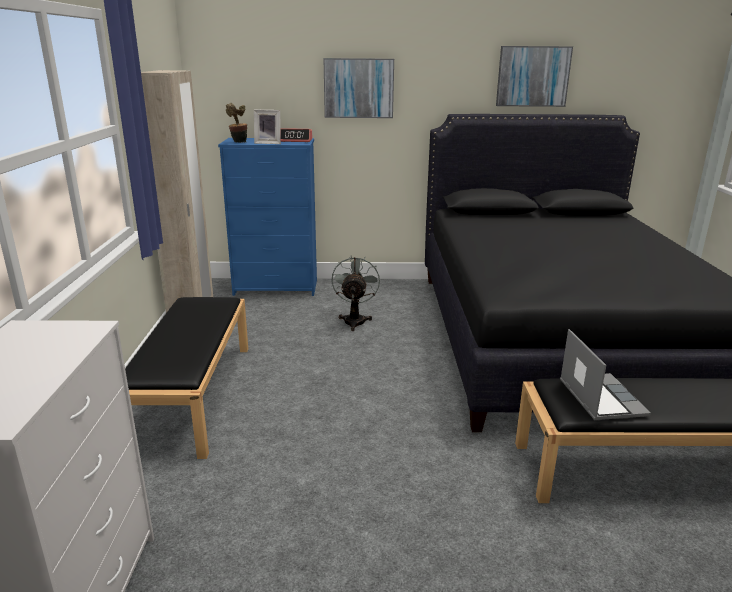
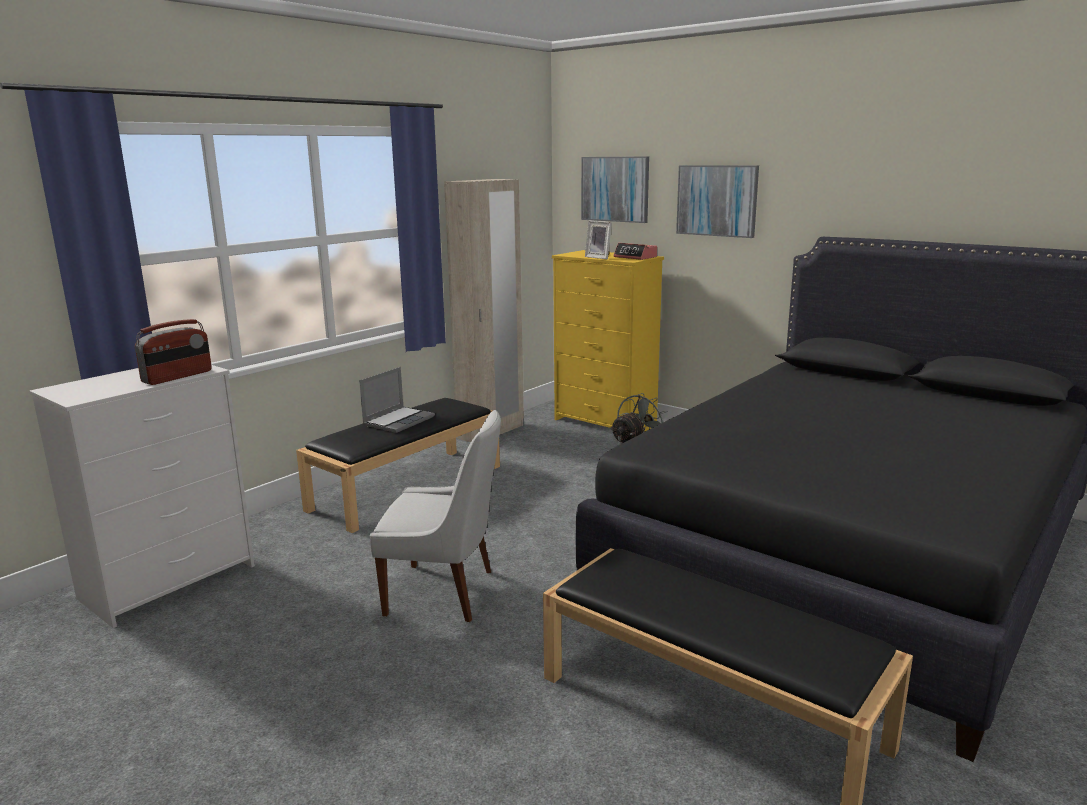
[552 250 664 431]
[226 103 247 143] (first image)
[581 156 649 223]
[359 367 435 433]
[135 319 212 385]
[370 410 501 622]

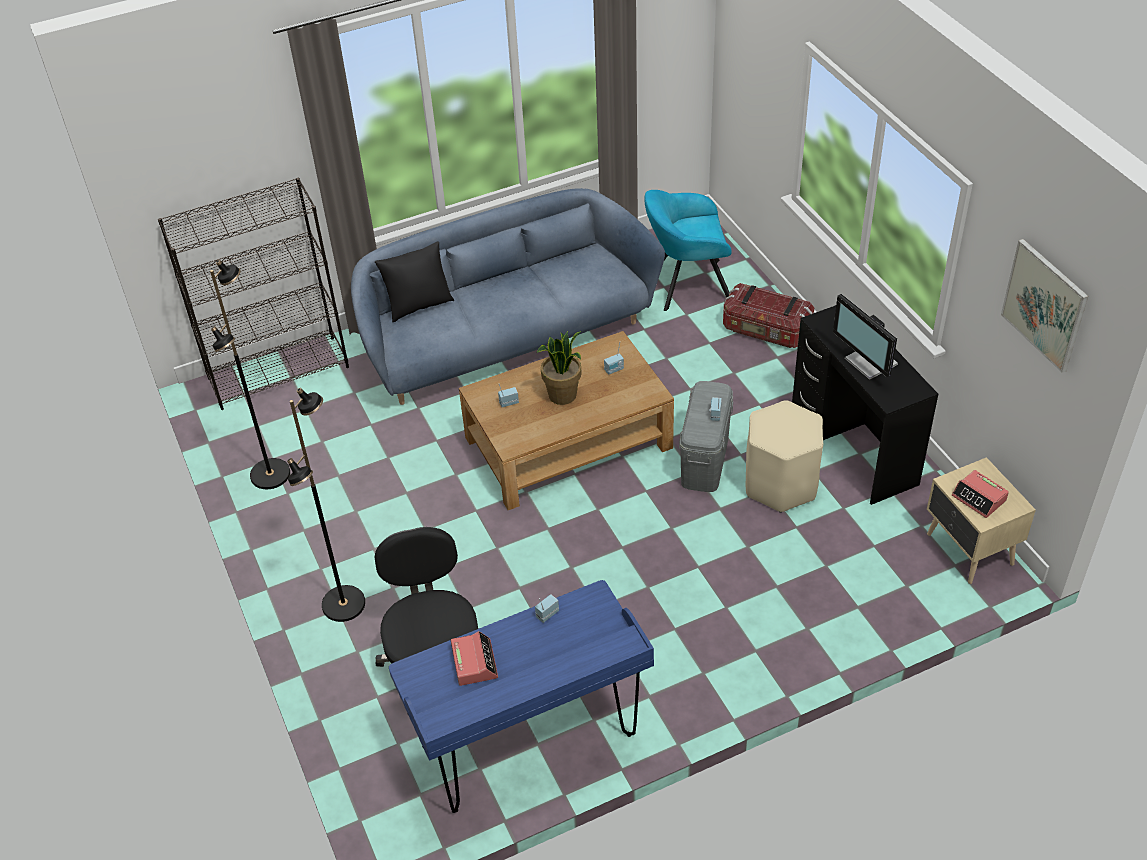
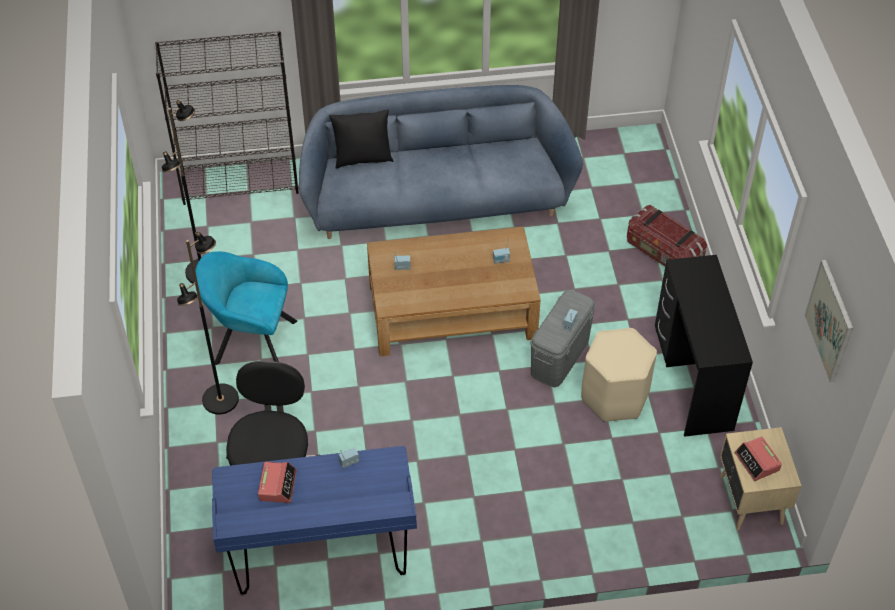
[536 331 582 405] (first image)
[195 251 297 365]
[833 294 898 380] (first image)

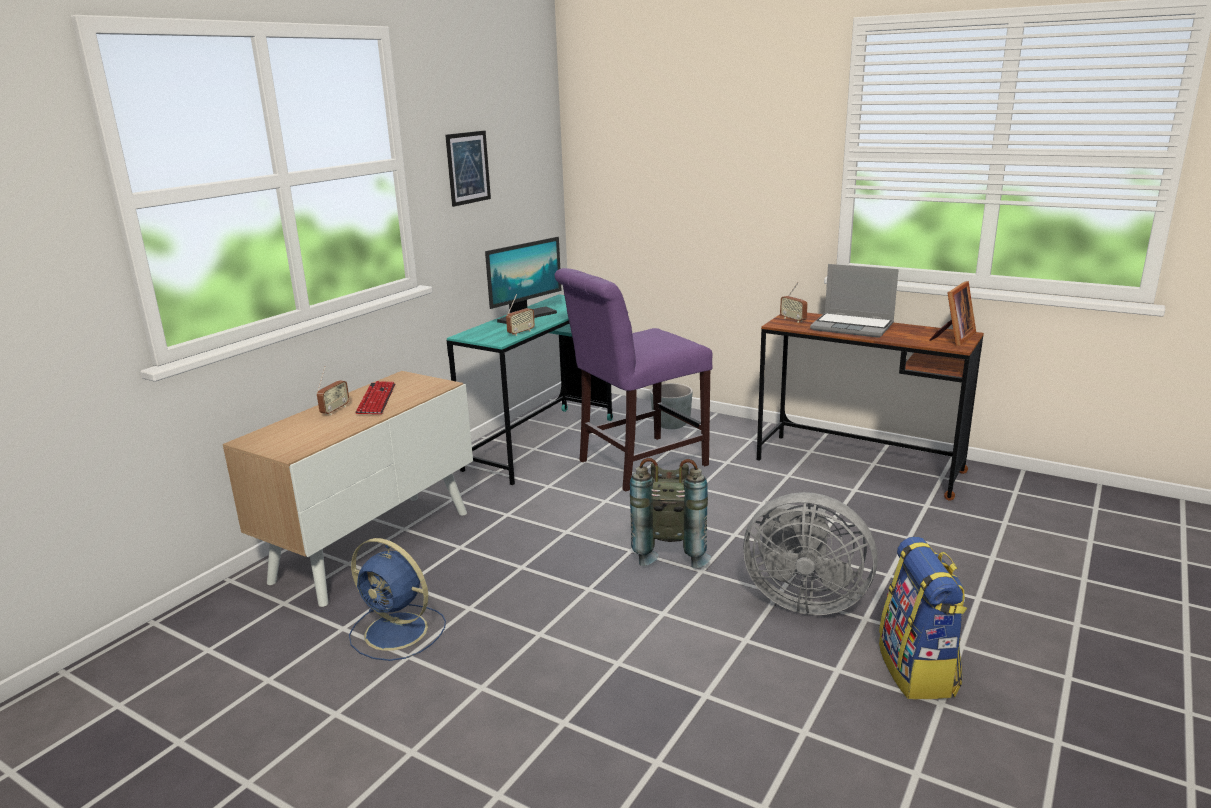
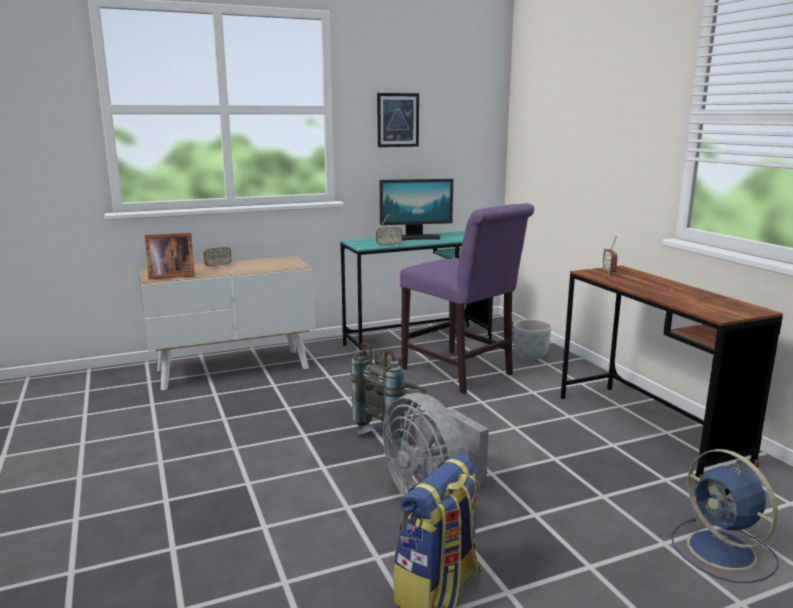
[671 449 779 583]
[355 381 395 414] (first image)
[400 203 534 394]
[810 264 899 338] (first image)
[145 233 195 279]

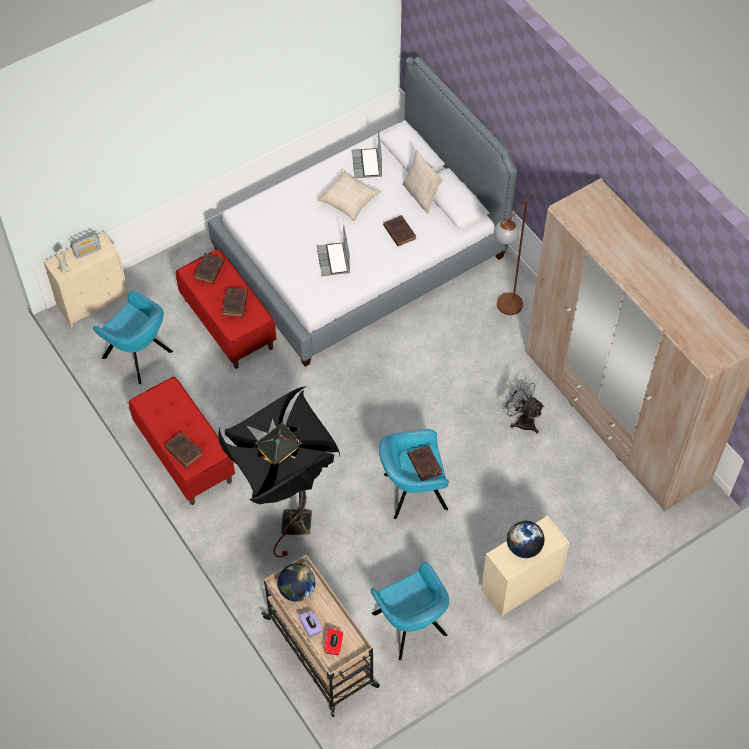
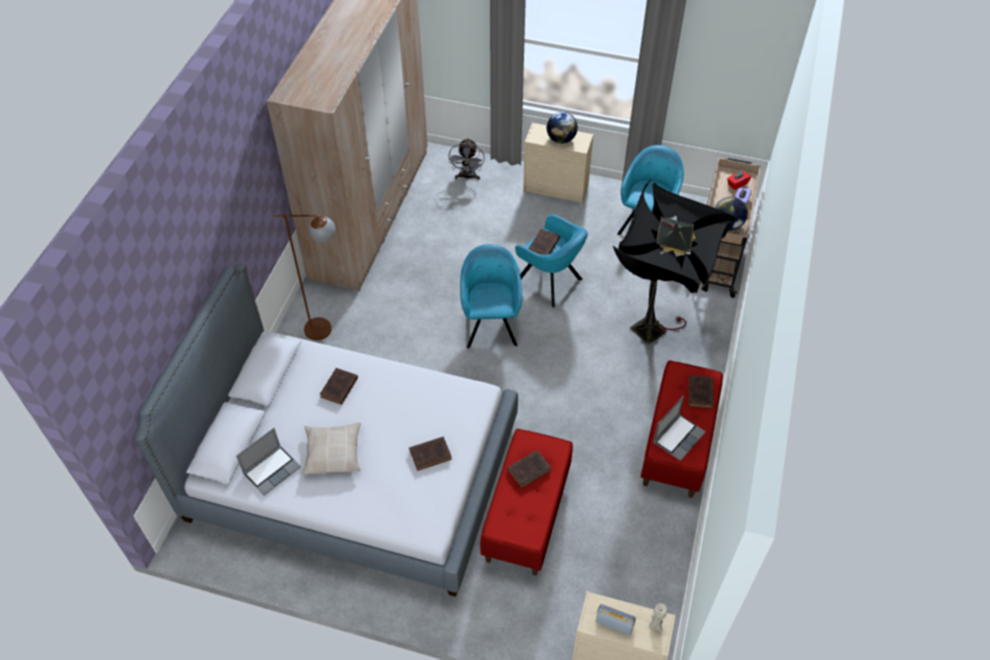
[460 244 523 348]
[409 437 452 471]
[653 396 706 461]
[402 150 443 214] (first image)
[448 138 485 180]

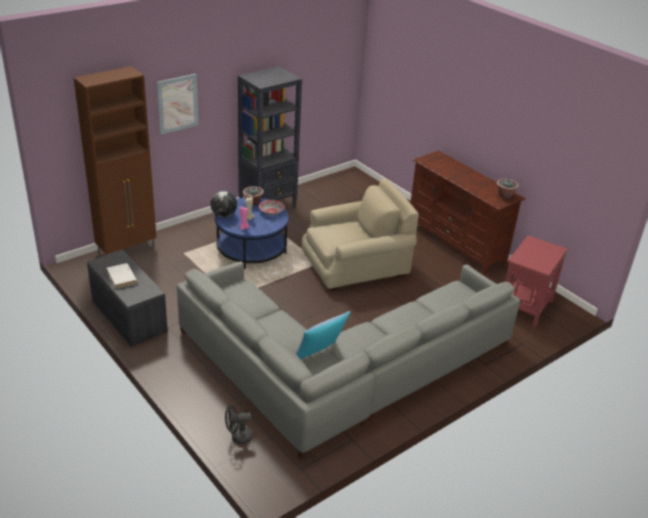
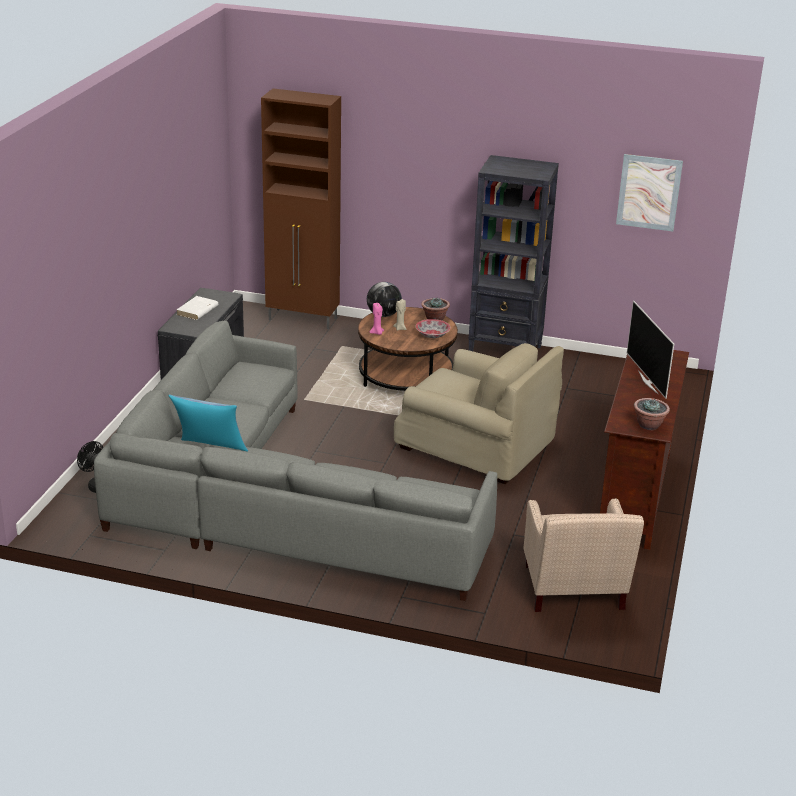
[616 154 683 231]
[358 307 458 391]
[524 498 644 612]
[627 301 674 399]

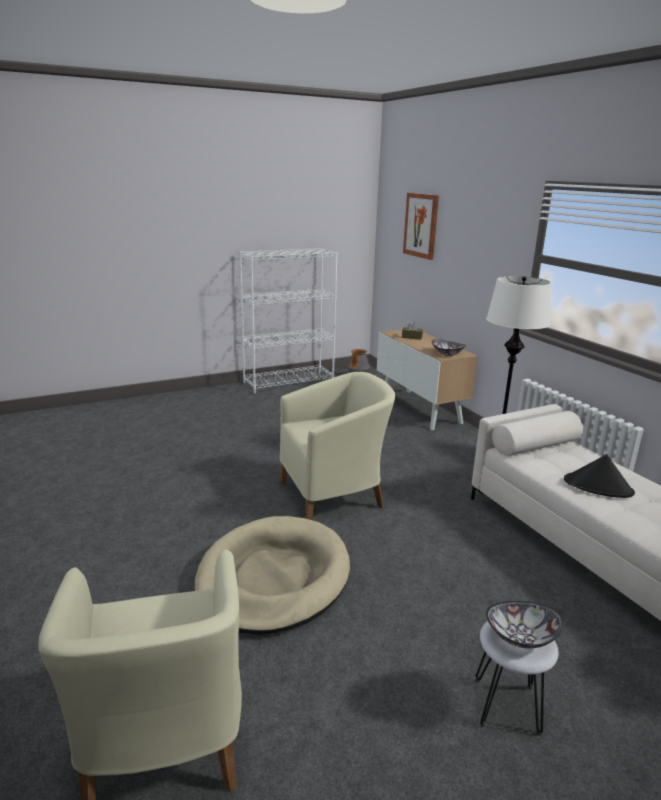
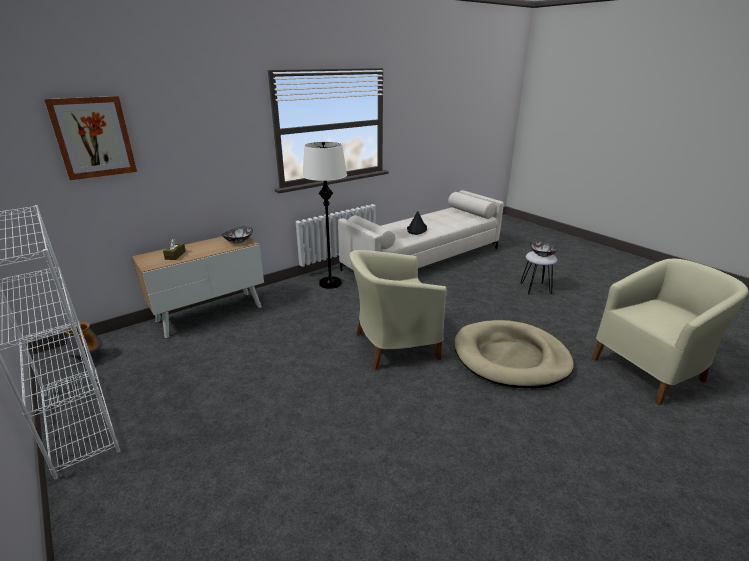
[349 250 447 370]

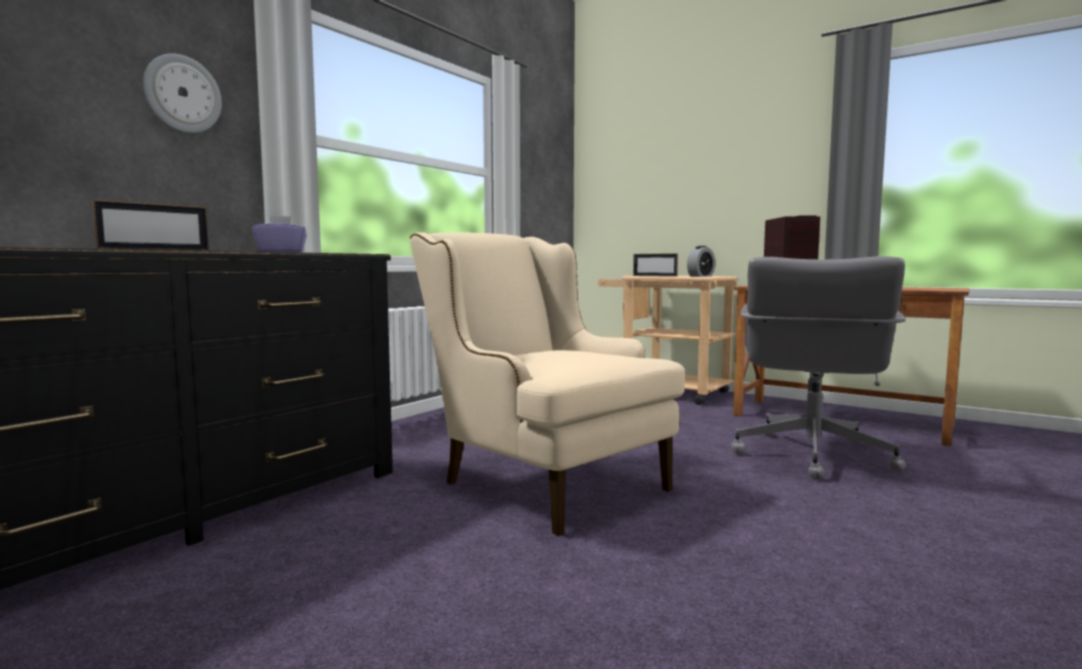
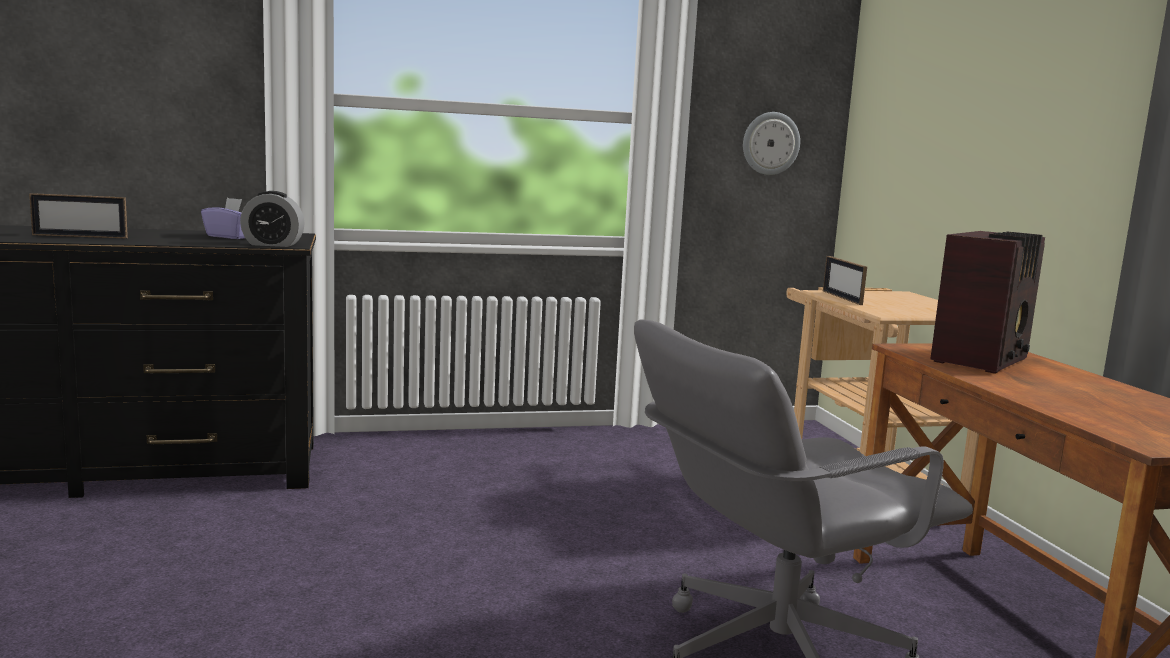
[743 112 800 175]
[410 232 685 536] (first image)
[240 191 305 247]

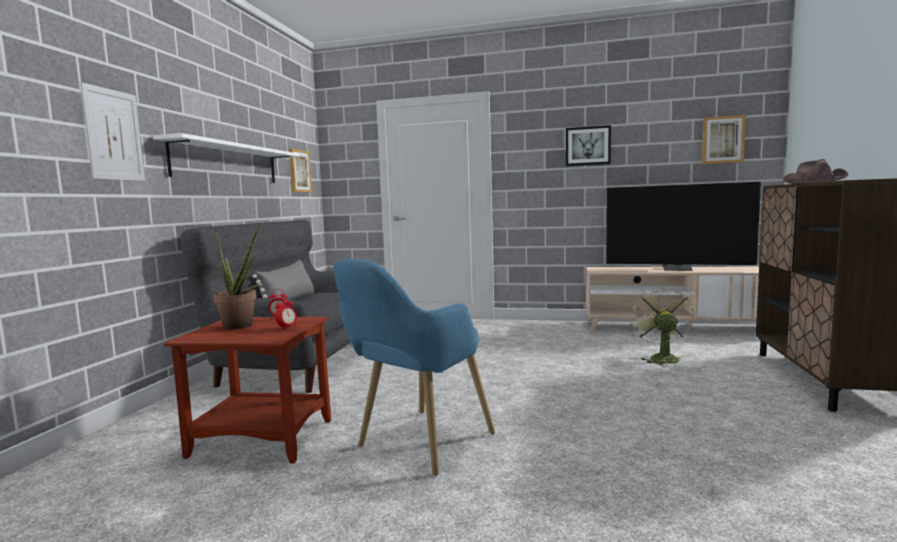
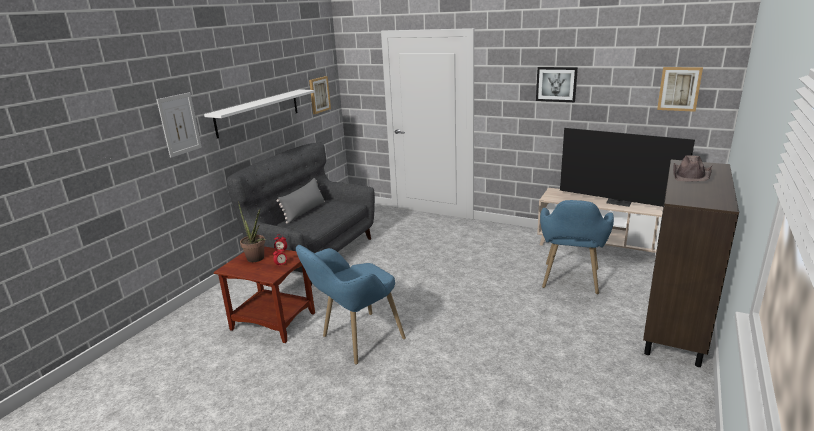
[540 200 614 294]

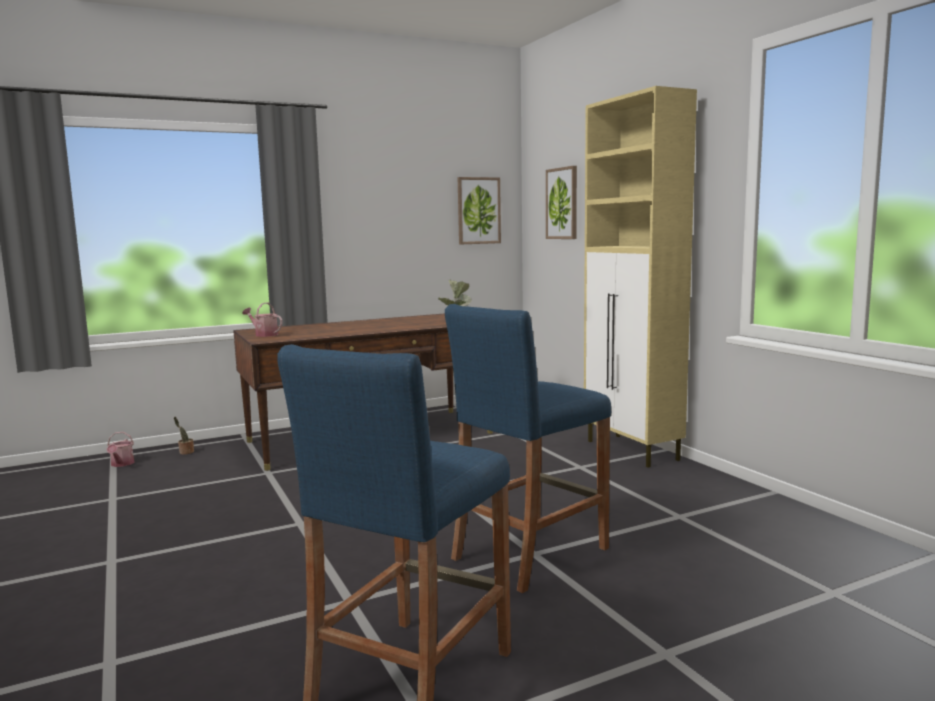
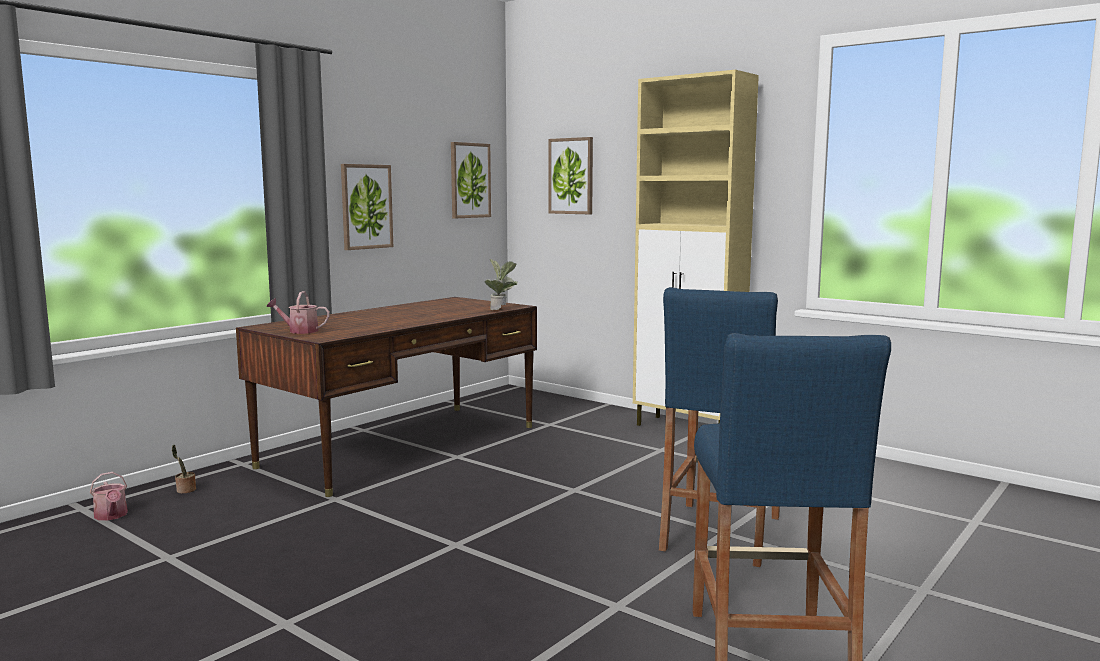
[341 164 393 250]

